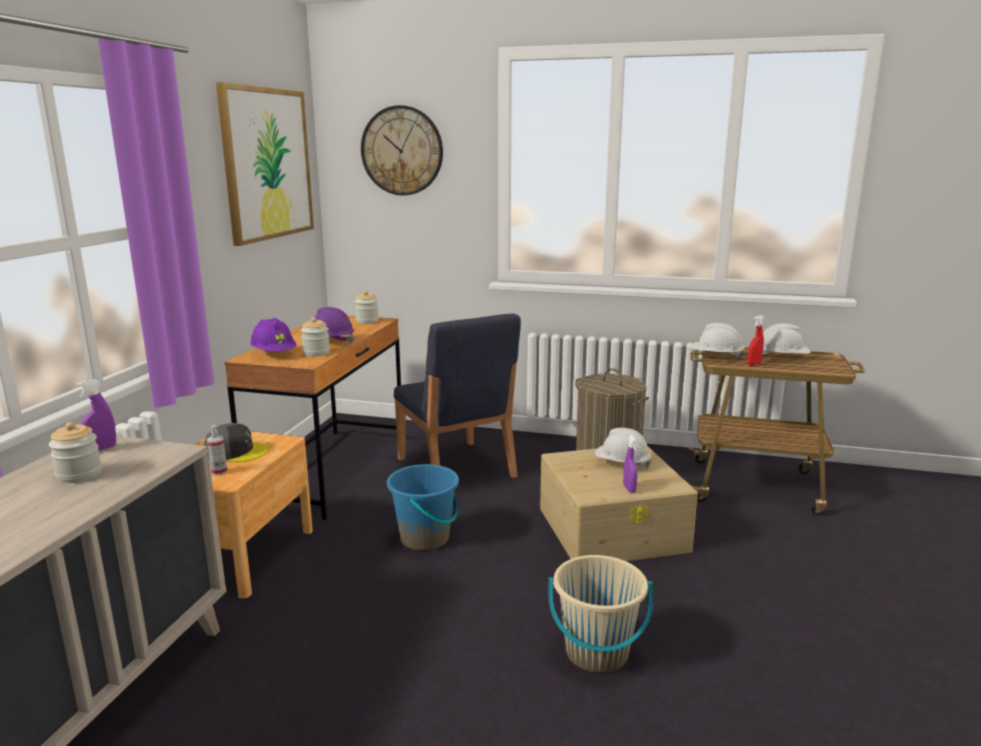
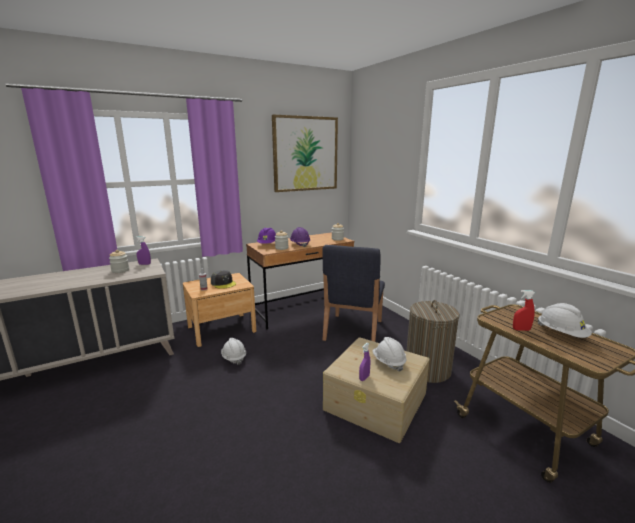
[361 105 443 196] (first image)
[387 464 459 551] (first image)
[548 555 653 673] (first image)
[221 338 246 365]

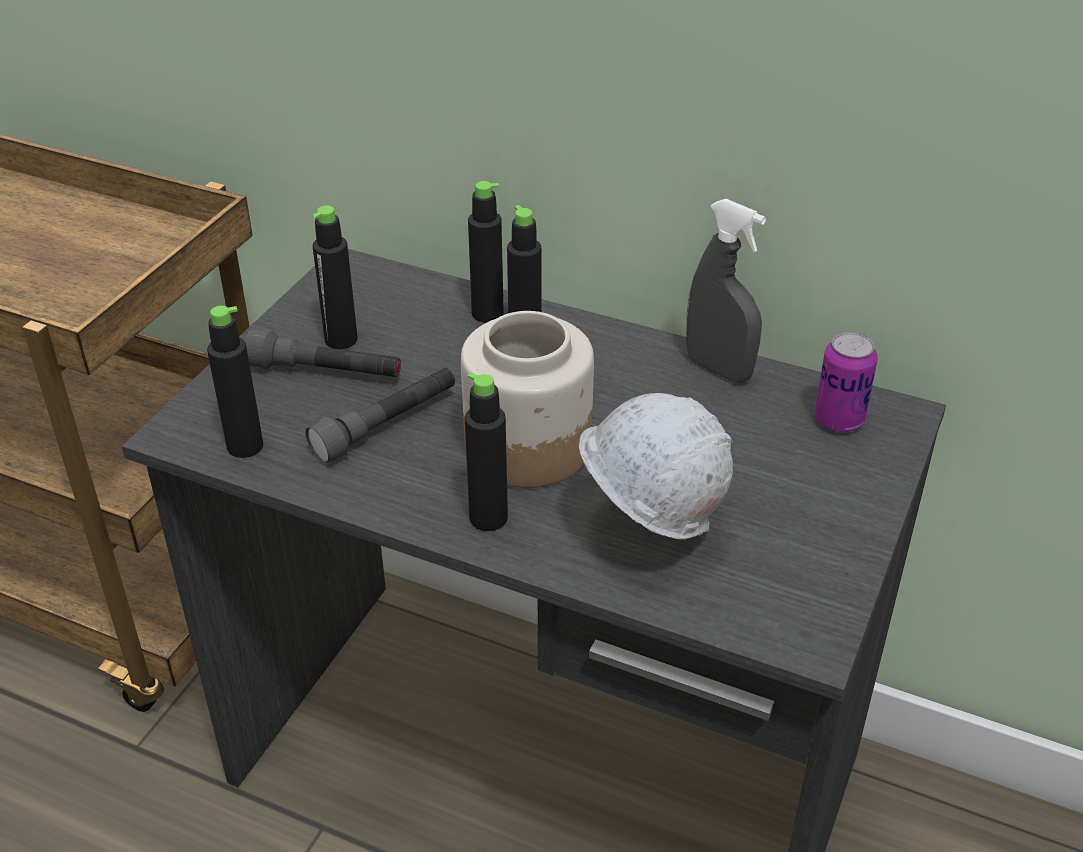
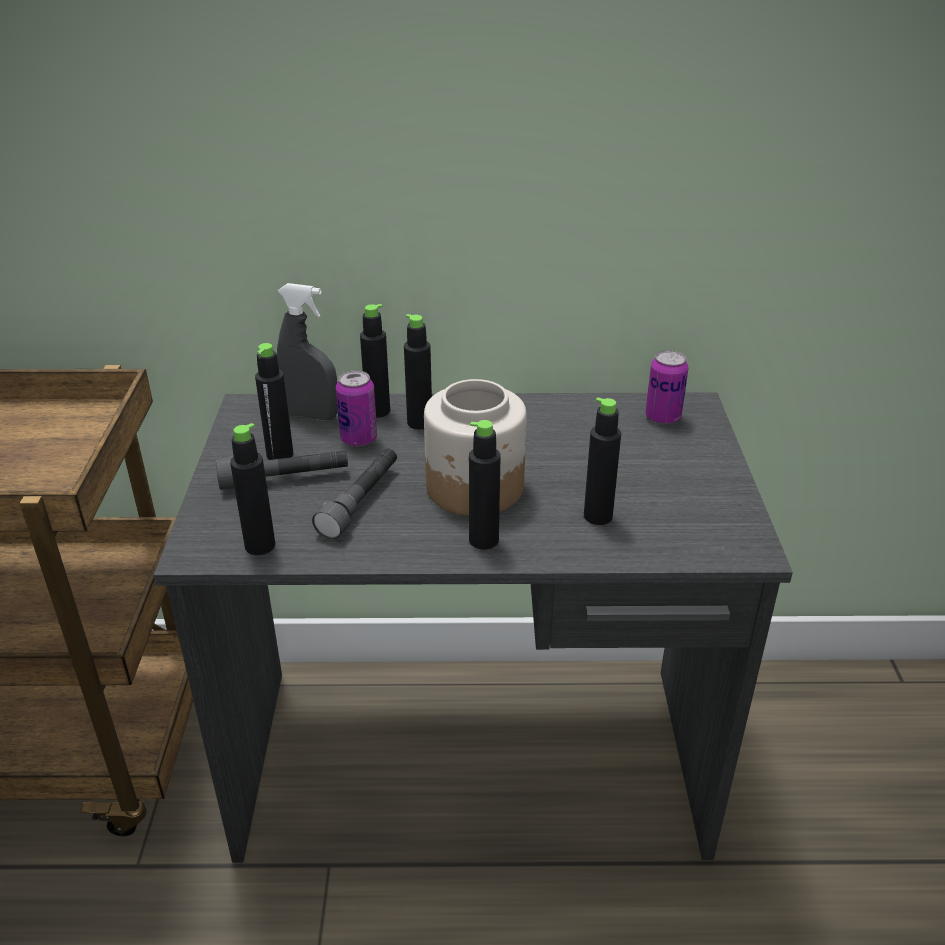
[584 397 621 525]
[277 283 338 420]
[336 370 377 447]

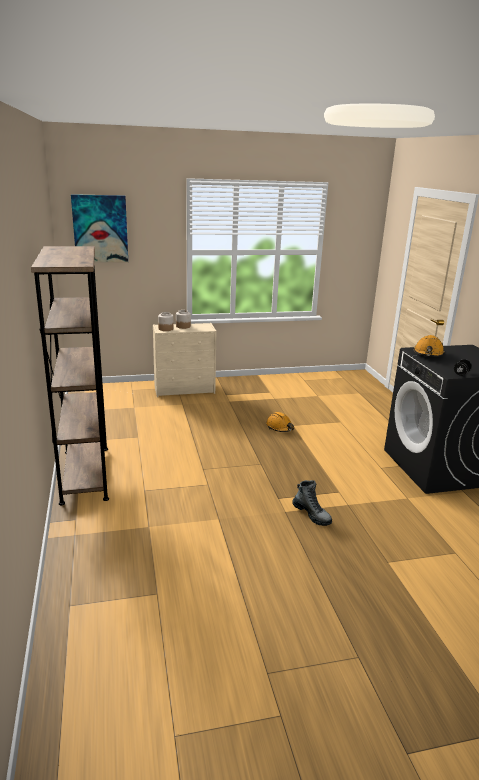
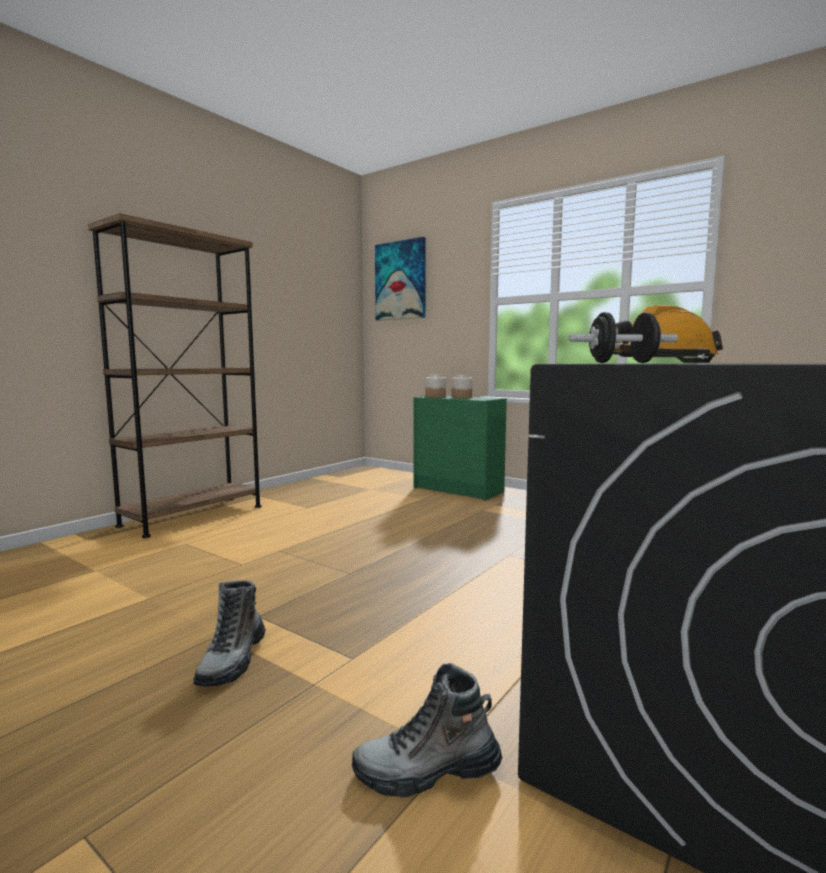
[413 396 507 501]
[266 412 294 432] (first image)
[352 663 502 797]

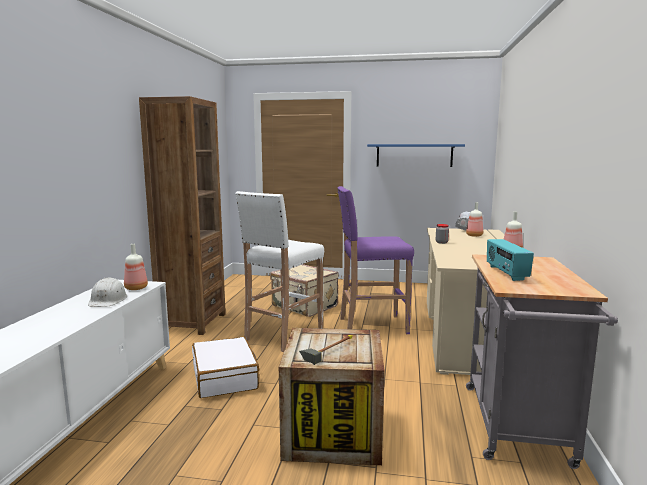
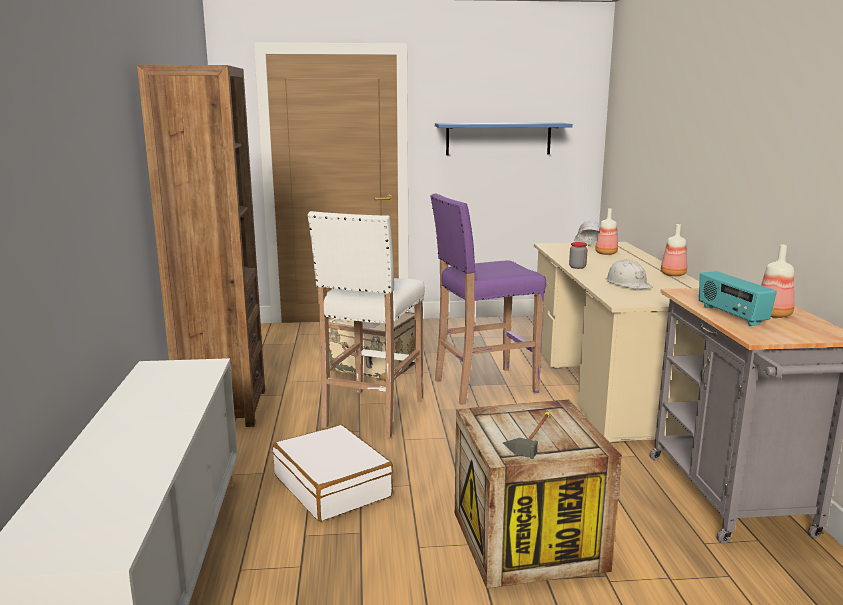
[606 259 653 289]
[761 245 794 318]

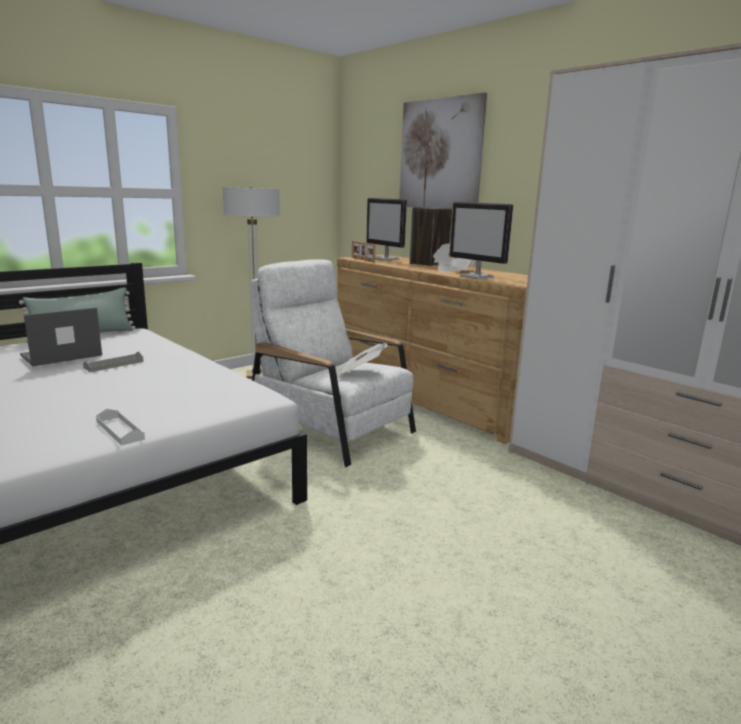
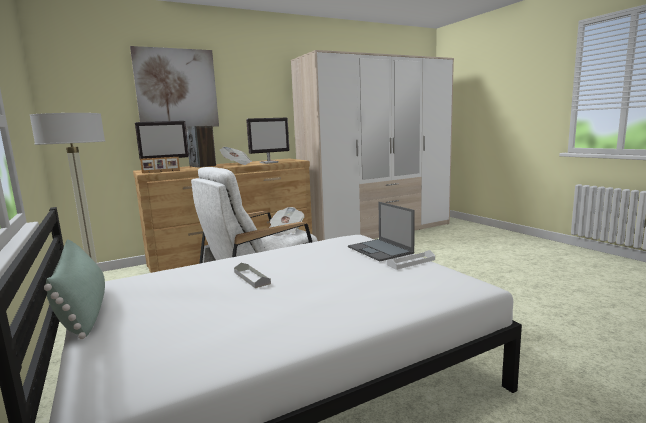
[348 202 415 261]

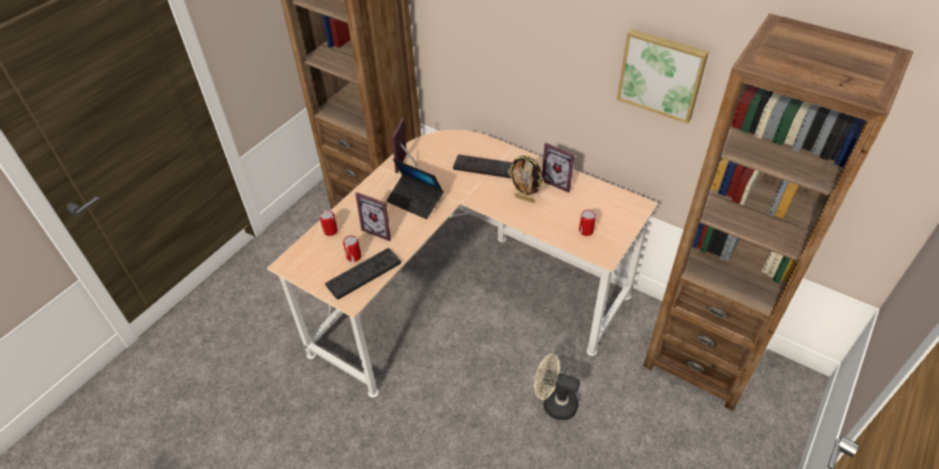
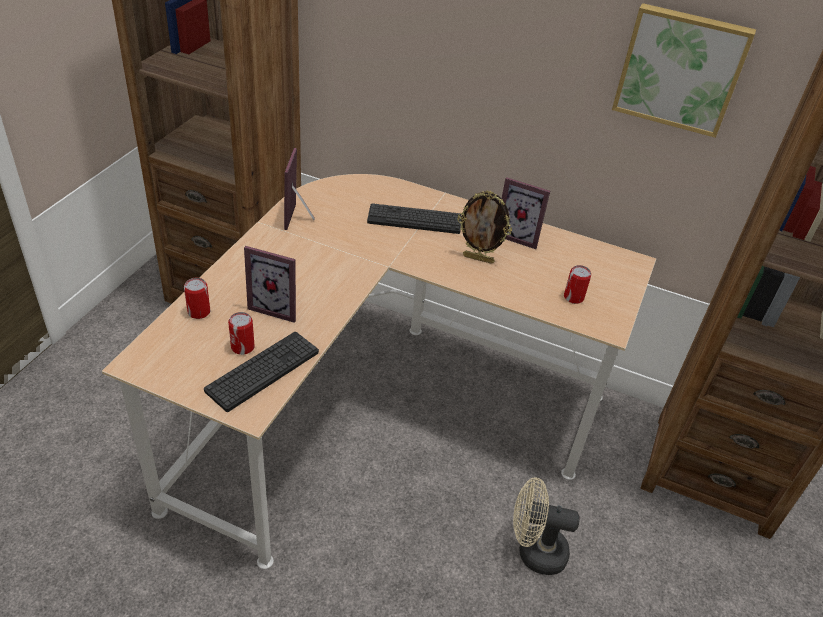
[386 159 444 219] (first image)

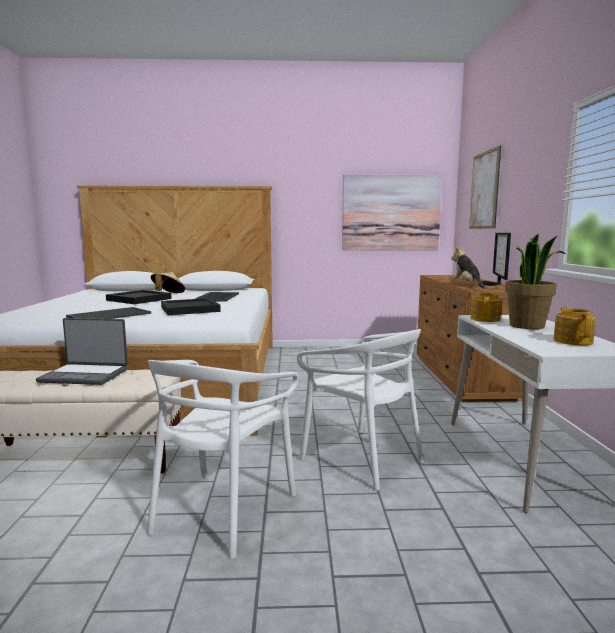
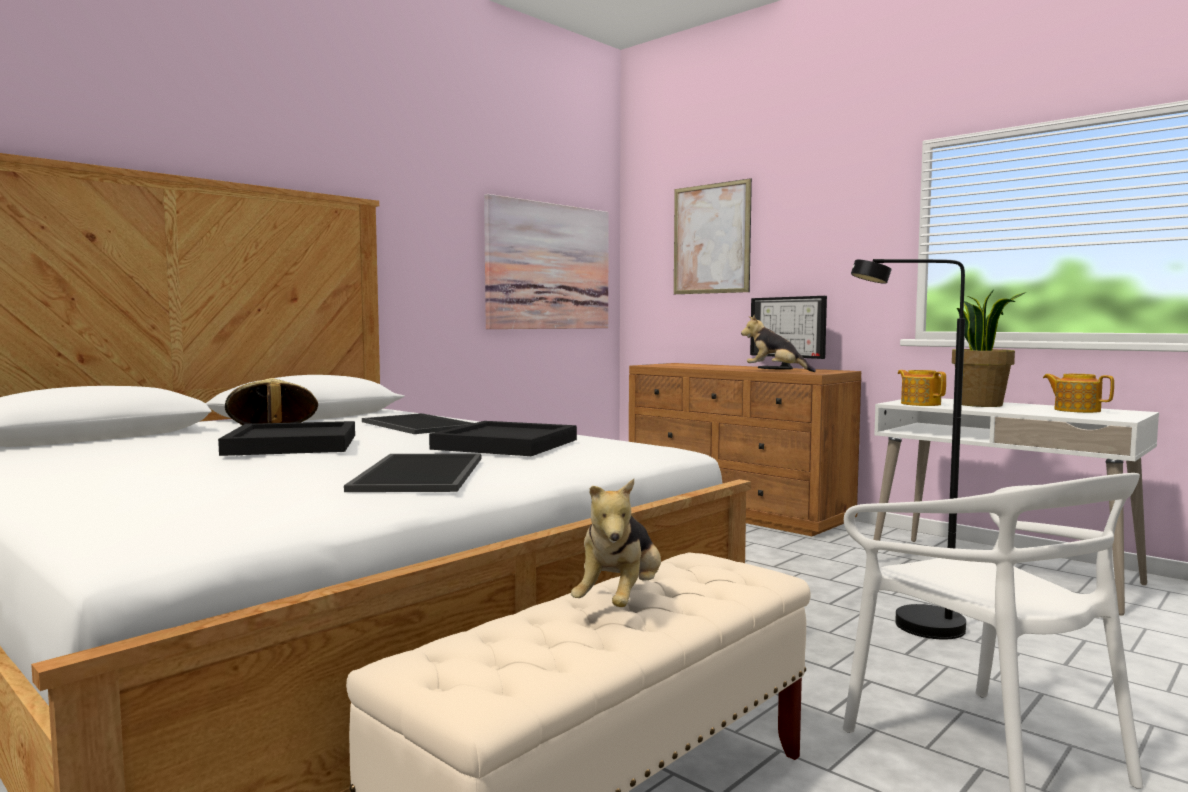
[571 479 661 607]
[851 259 966 639]

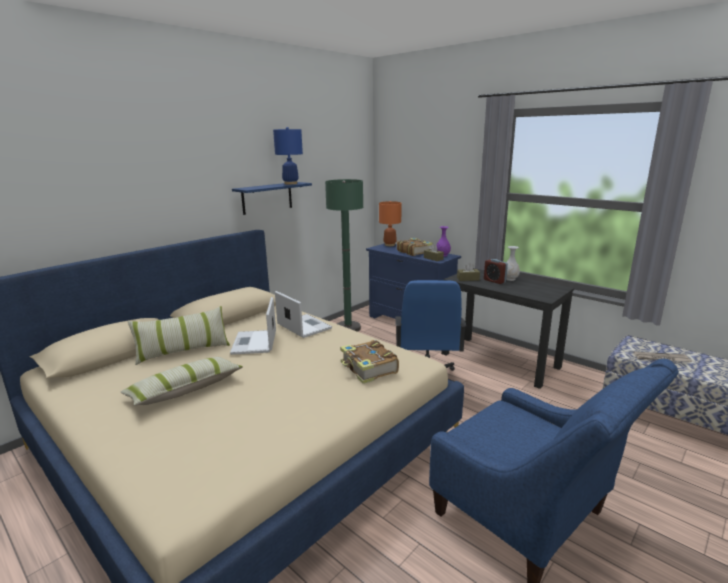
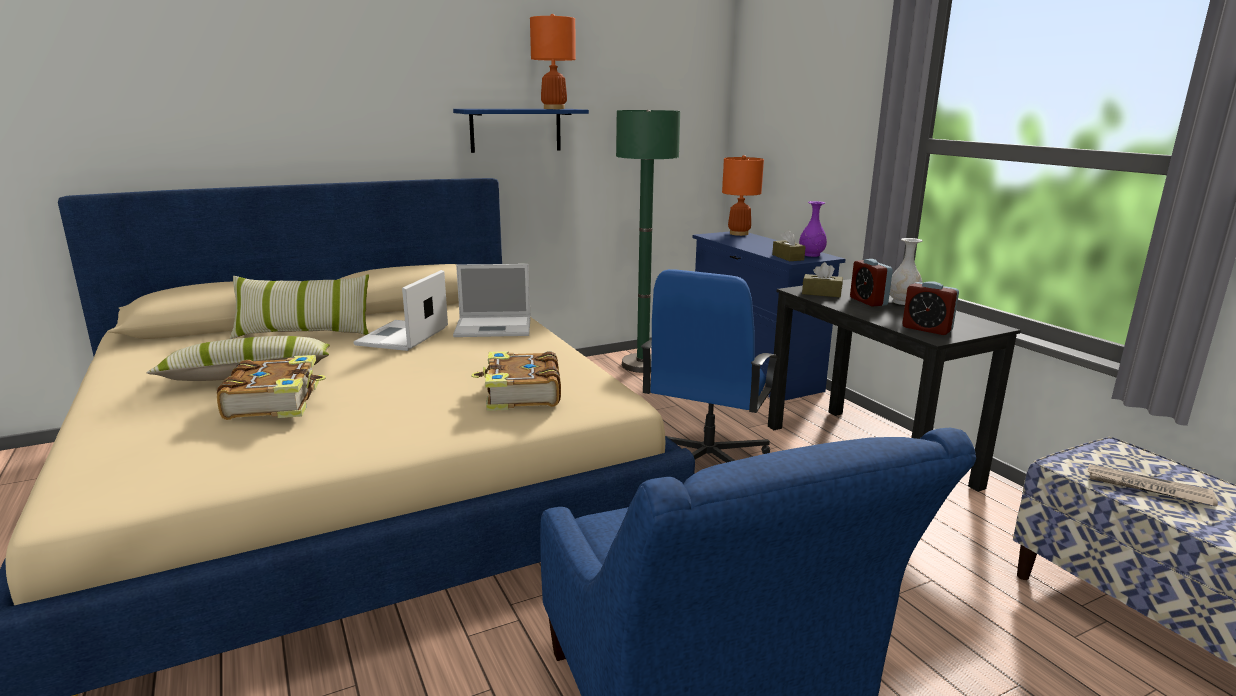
[530 14 576 109]
[453 264 530 337]
[217 355 326 420]
[902 281 959 335]

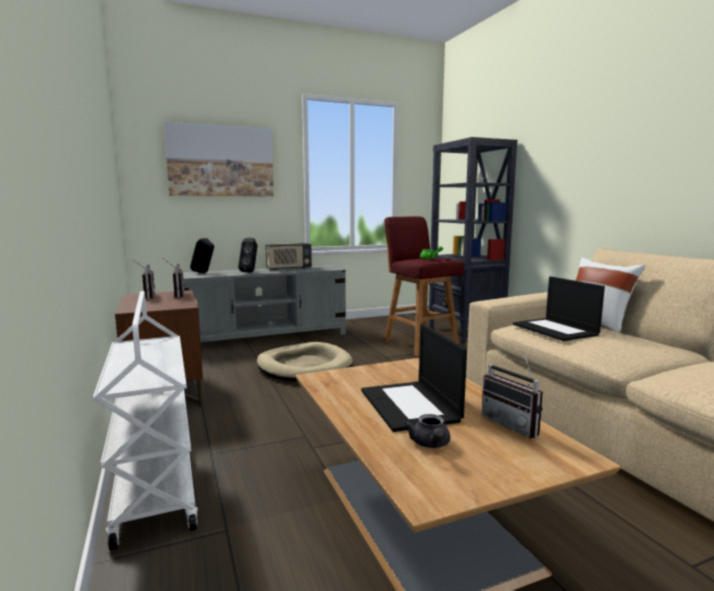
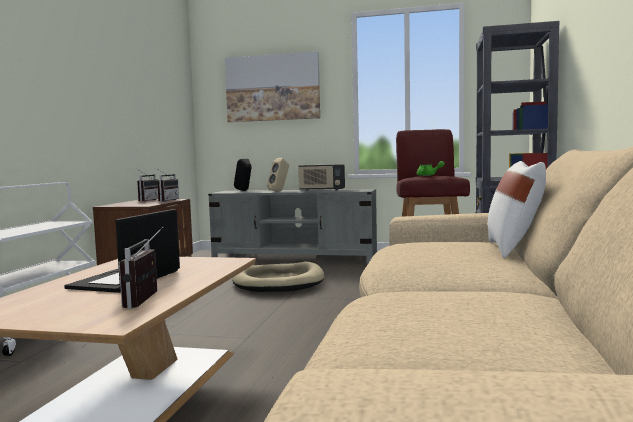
[267 158 289 192]
[404 414 450 448] (first image)
[513 276 605 341] (first image)

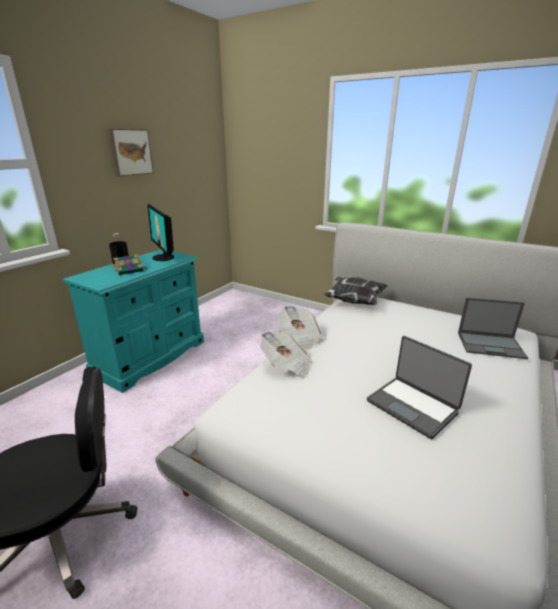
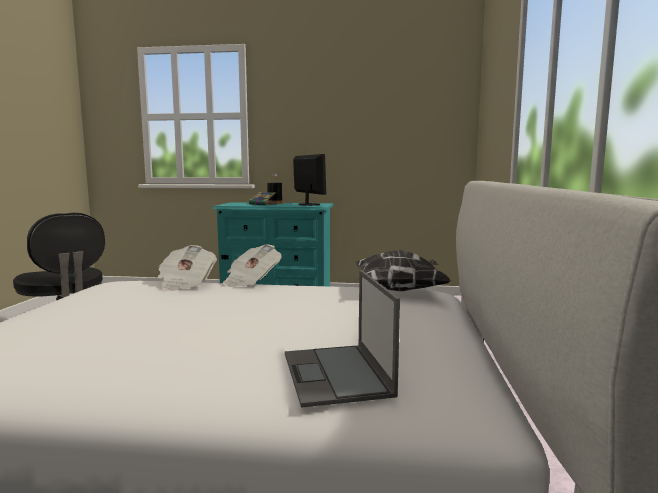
[108 129 154 176] (first image)
[293 154 326 206]
[367 336 472 439] (first image)

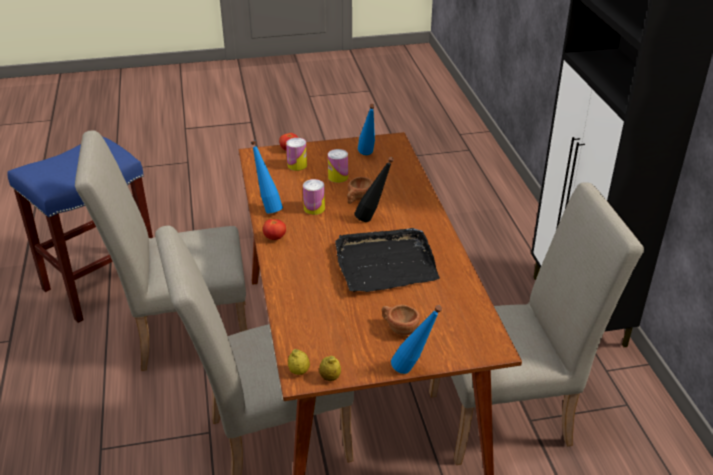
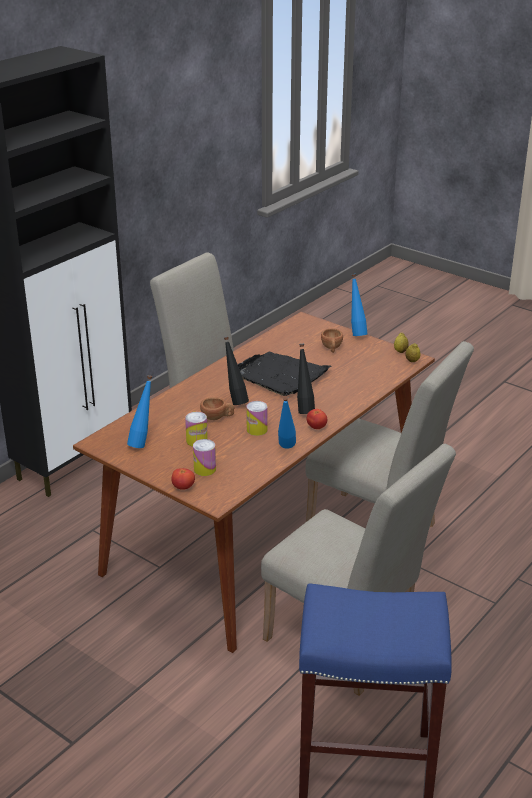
[297 344 315 414]

